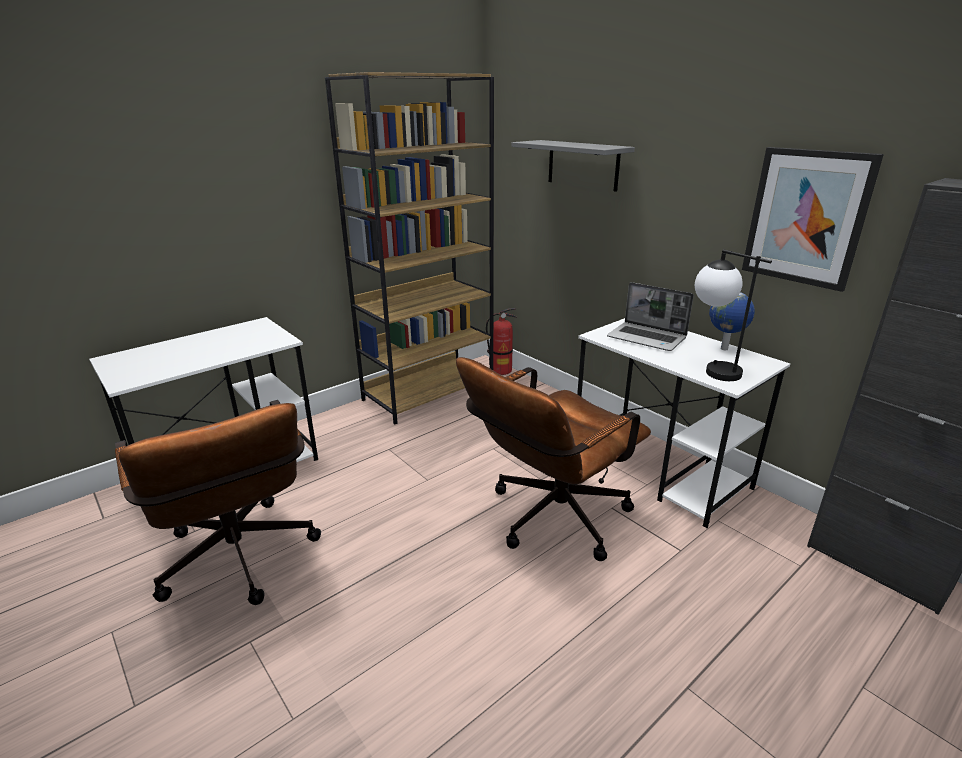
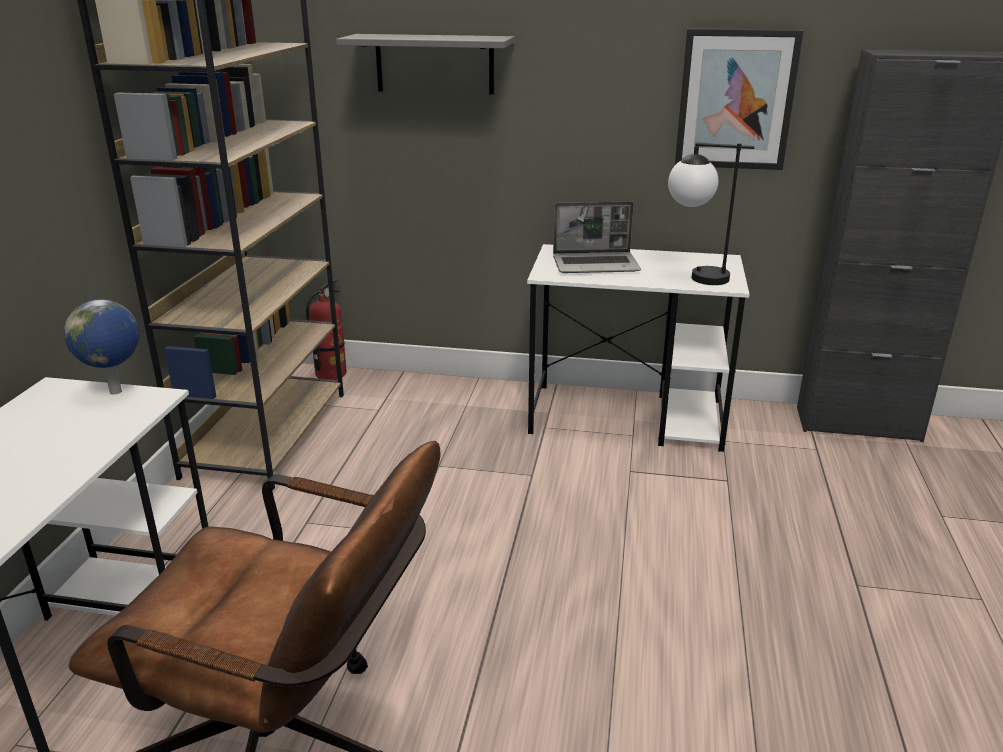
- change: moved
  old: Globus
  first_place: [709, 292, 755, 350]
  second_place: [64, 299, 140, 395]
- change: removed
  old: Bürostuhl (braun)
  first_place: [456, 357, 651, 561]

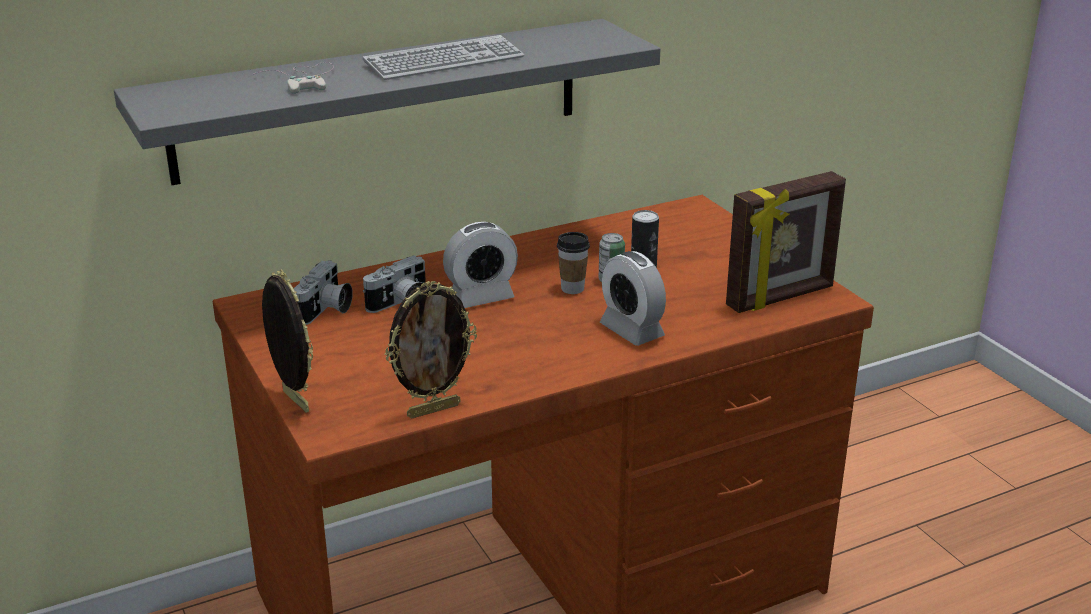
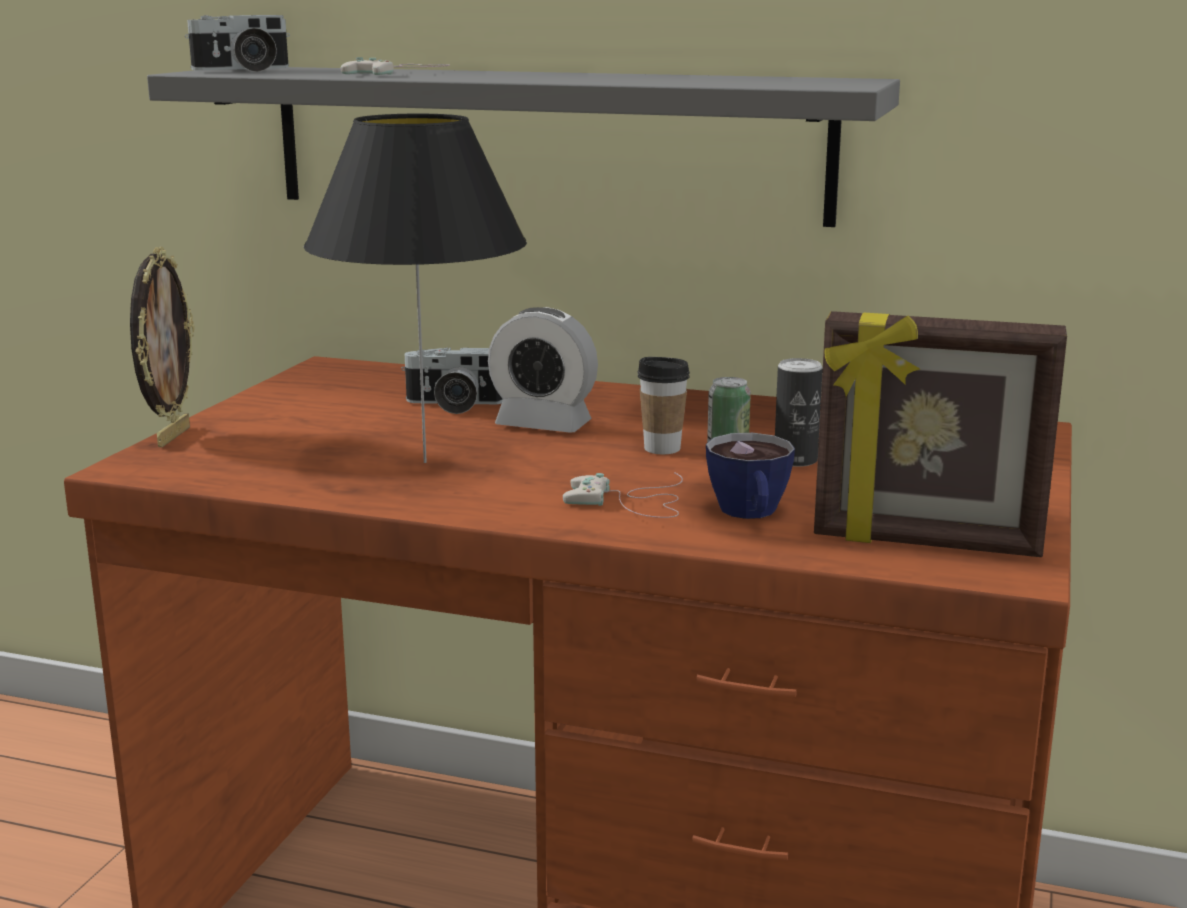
- change: moved
  old: Kamera
  first_place: [294, 260, 353, 325]
  second_place: [185, 15, 290, 72]
- change: added
  new: Tischlampe (schwarz)
  second_place: [304, 114, 527, 463]
- change: replaced
  old: Wecker
  new: Gamepad (weiß)
  first_place: [600, 251, 666, 346]
  second_place: [563, 472, 683, 518]
- change: added
  new: Tasse
  second_place: [706, 433, 795, 519]
- change: removed
  old: Tastatur
  first_place: [363, 35, 524, 80]
- change: removed
  old: Bilderrahmen
  first_place: [385, 281, 477, 419]

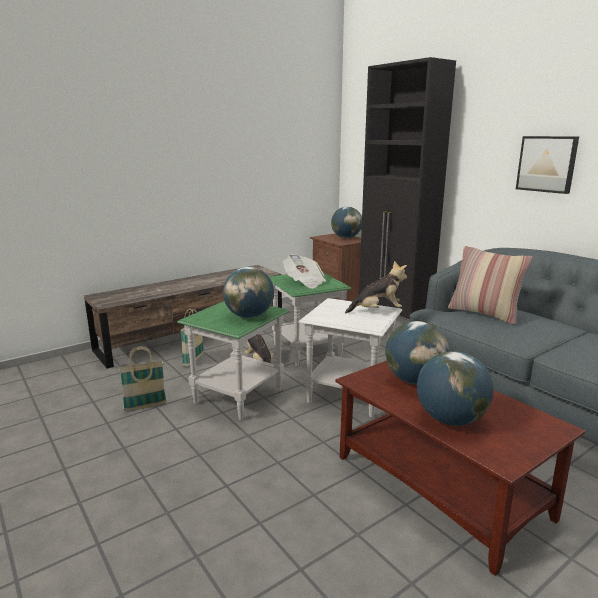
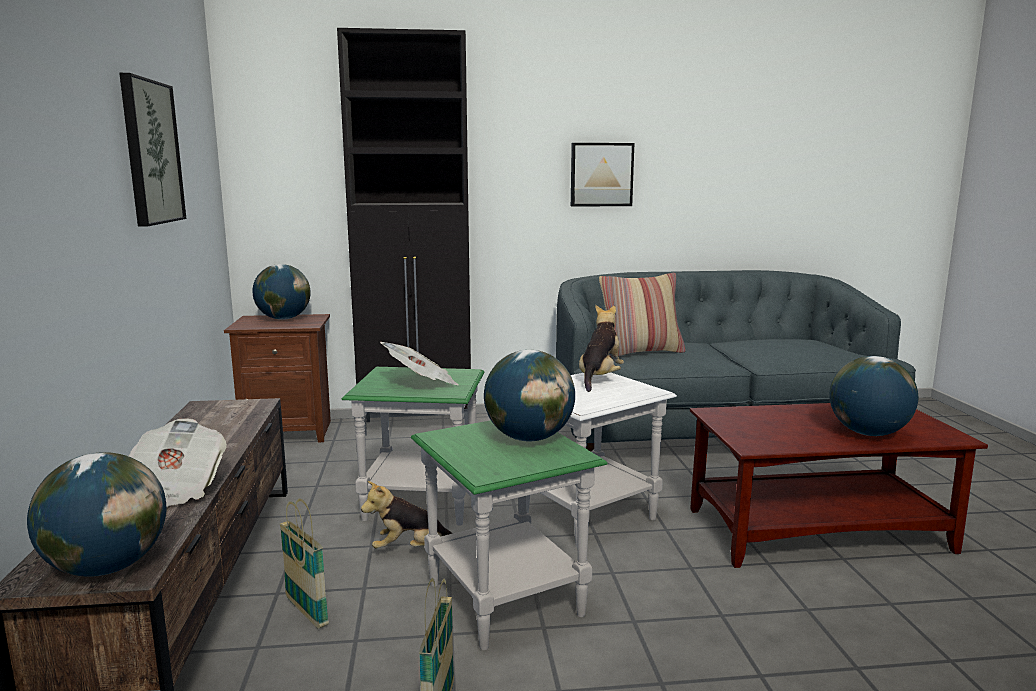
- change: moved
  old: Globus
  first_place: [385, 321, 450, 384]
  second_place: [27, 452, 166, 577]
- change: added
  new: Bild
  second_place: [119, 73, 186, 227]
- change: added
  new: Zeitung
  second_place: [129, 419, 227, 507]

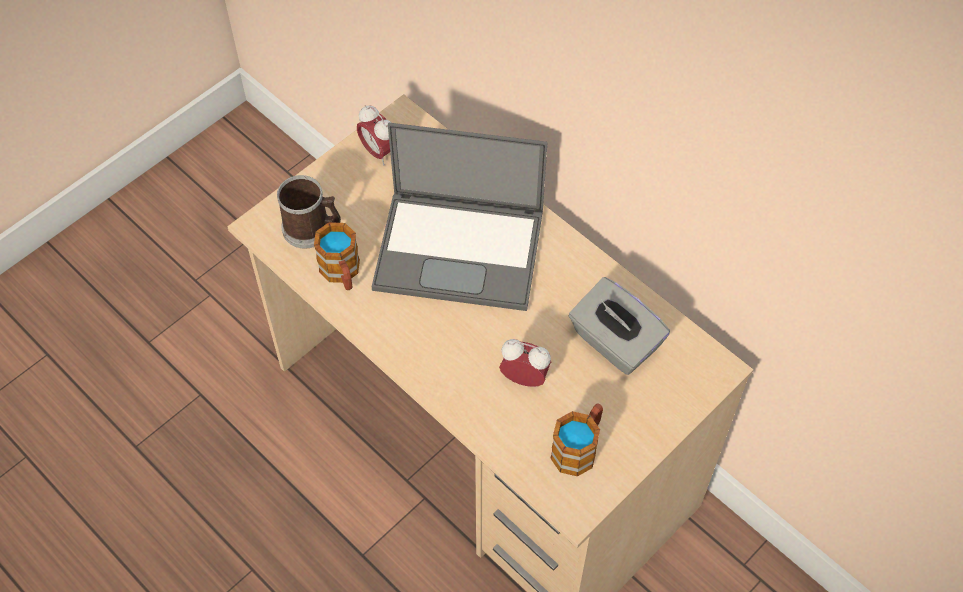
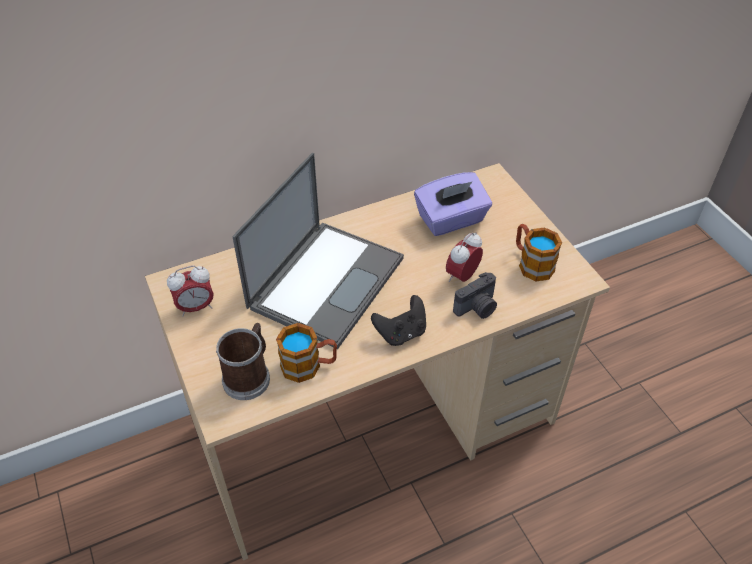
- change: added
  new: Gamepad (schwarz)
  second_place: [371, 295, 426, 346]
- change: recoloured
  old: Taschentuchbox (grau)
  new: Taschentuchbox (lila)
  first_place: [569, 277, 670, 375]
  second_place: [414, 172, 492, 236]
- change: added
  new: Kamera
  second_place: [453, 272, 497, 319]

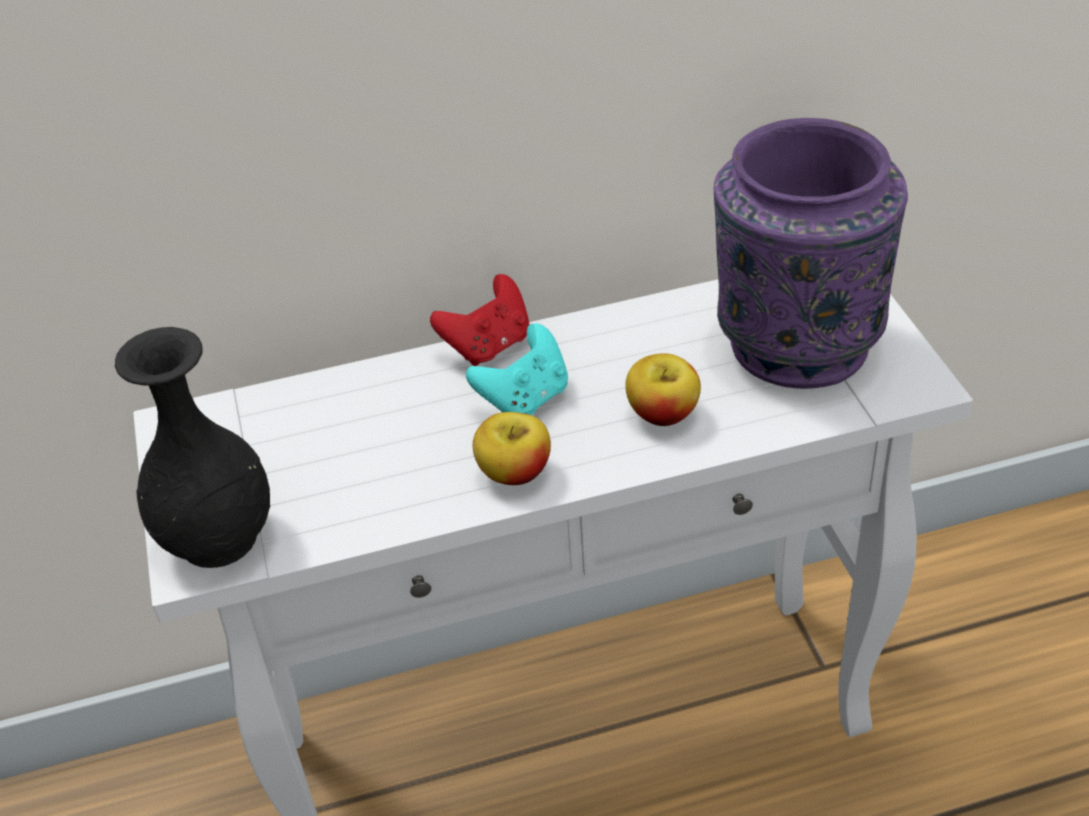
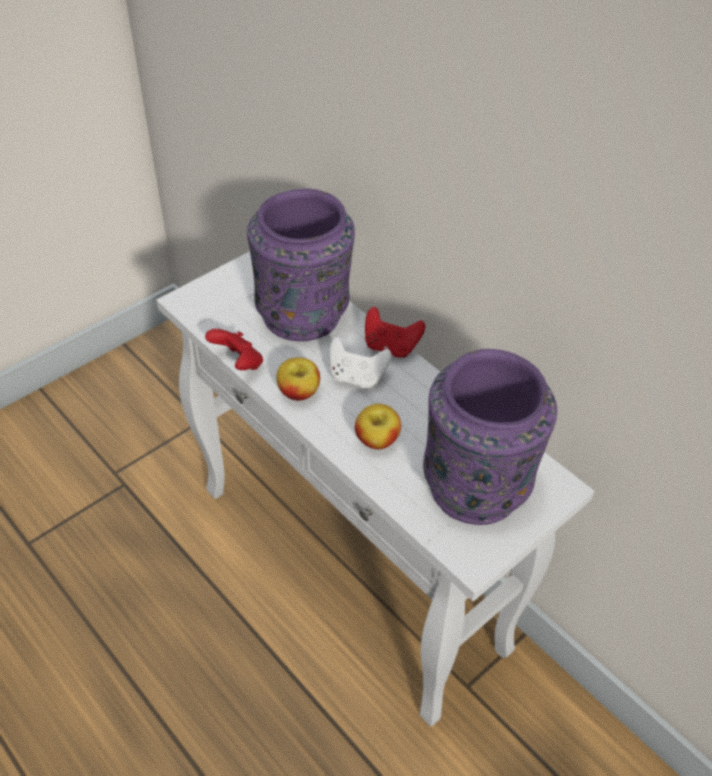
- change: added
  new: Gamepad (rot)
  second_place: [205, 329, 263, 370]
- change: added
  new: Vase (lila)
  second_place: [247, 188, 355, 341]
- change: recoloured
  old: Gamepad (türkis)
  new: Gamepad (weiß)
  first_place: [466, 323, 568, 415]
  second_place: [329, 337, 392, 388]
- change: removed
  old: Vase (schwarz)
  first_place: [115, 327, 270, 568]

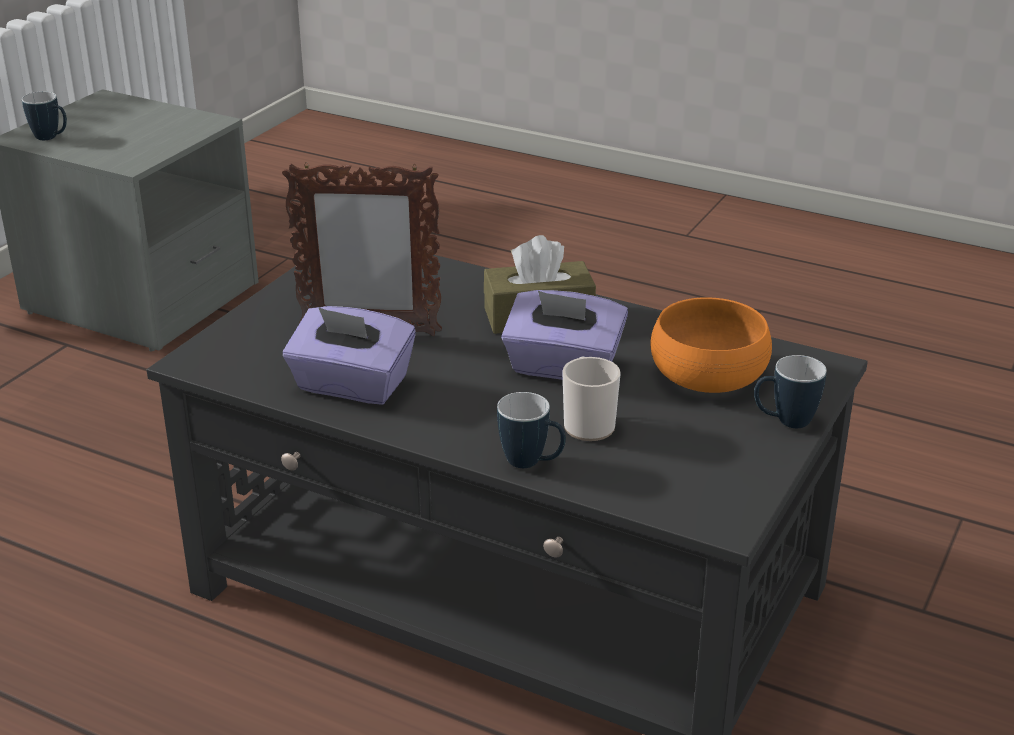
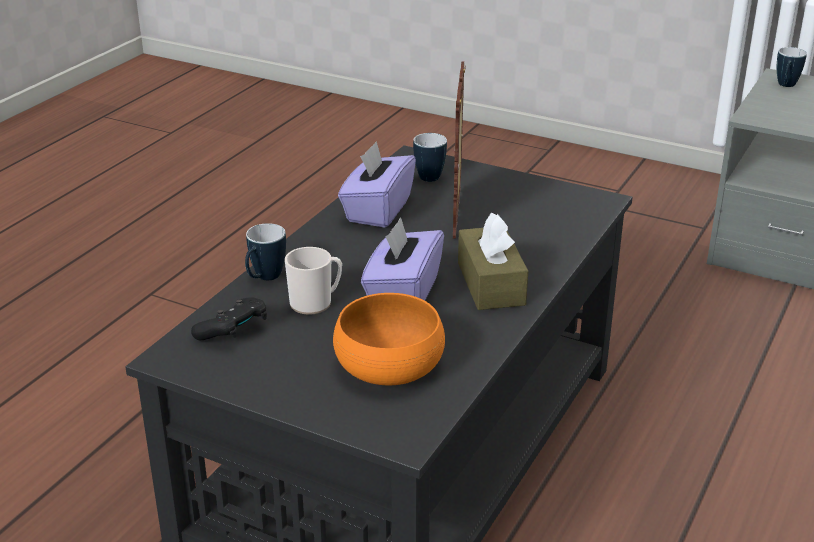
- change: added
  new: Gamepad (schwarz)
  second_place: [191, 297, 267, 340]
- change: moved
  old: Henkelbecher
  first_place: [754, 355, 827, 428]
  second_place: [413, 133, 447, 182]

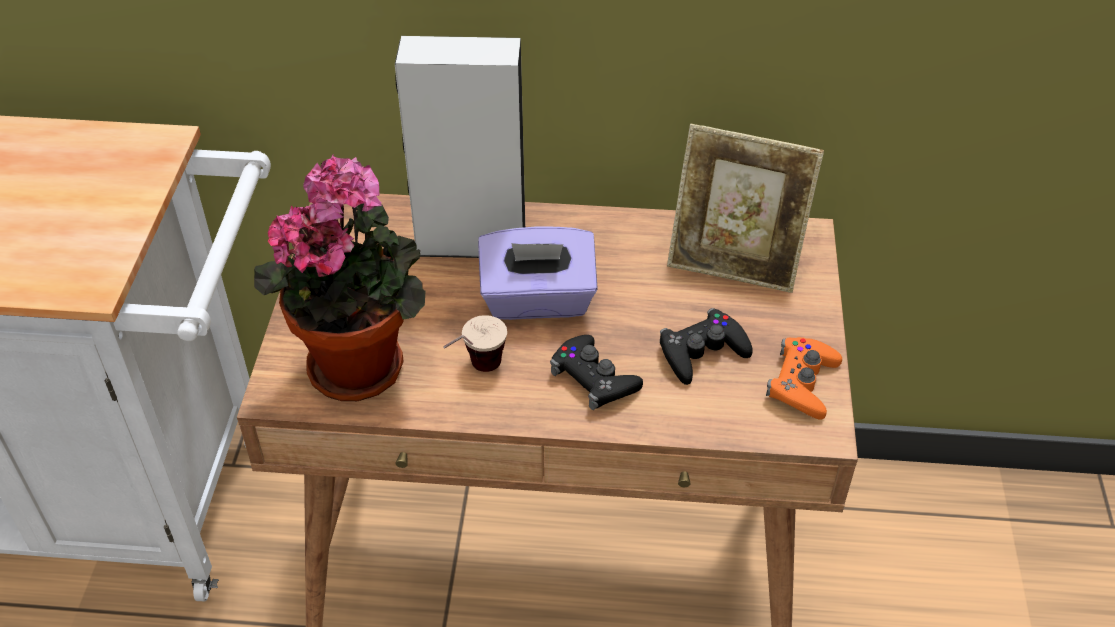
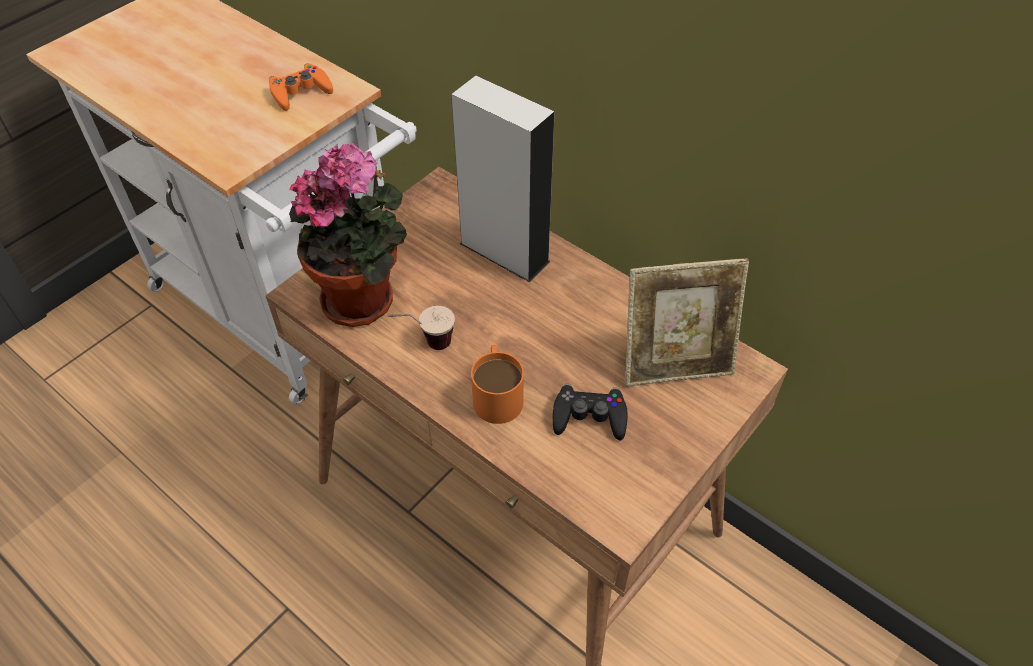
- change: moved
  old: Gamepad (orange)
  first_place: [766, 337, 842, 420]
  second_place: [269, 63, 333, 111]
- change: replaced
  old: Gamepad (schwarz)
  new: Henkelbecher (orange)
  first_place: [550, 335, 643, 410]
  second_place: [471, 345, 524, 424]
- change: turned
  old: Bilderrahmen
  first_place: [667, 124, 824, 293]
  second_place: [625, 258, 749, 386]
  degrees: -60
- change: removed
  old: Taschentuchbox (lila)
  first_place: [478, 226, 598, 320]

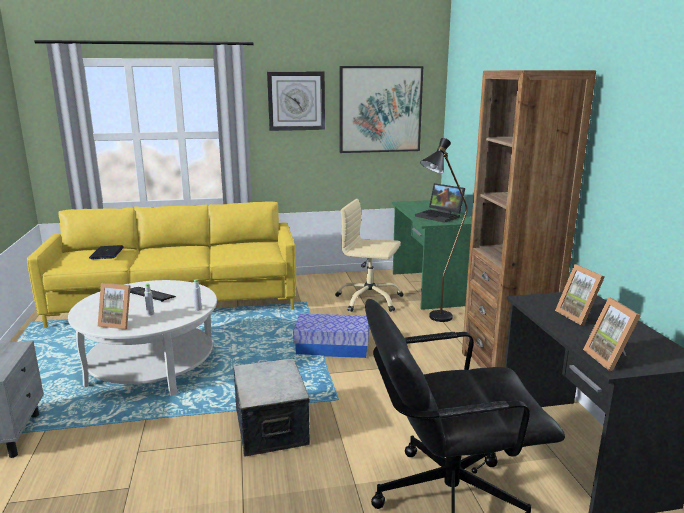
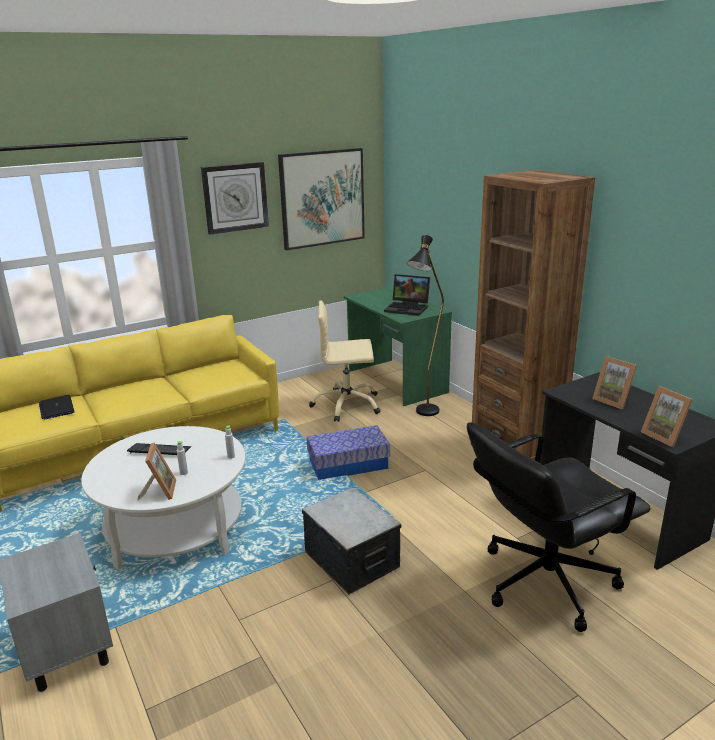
- change: turned
  old: Bilderrahmen
  first_place: [98, 283, 131, 330]
  second_place: [137, 443, 176, 500]
  degrees: -90

